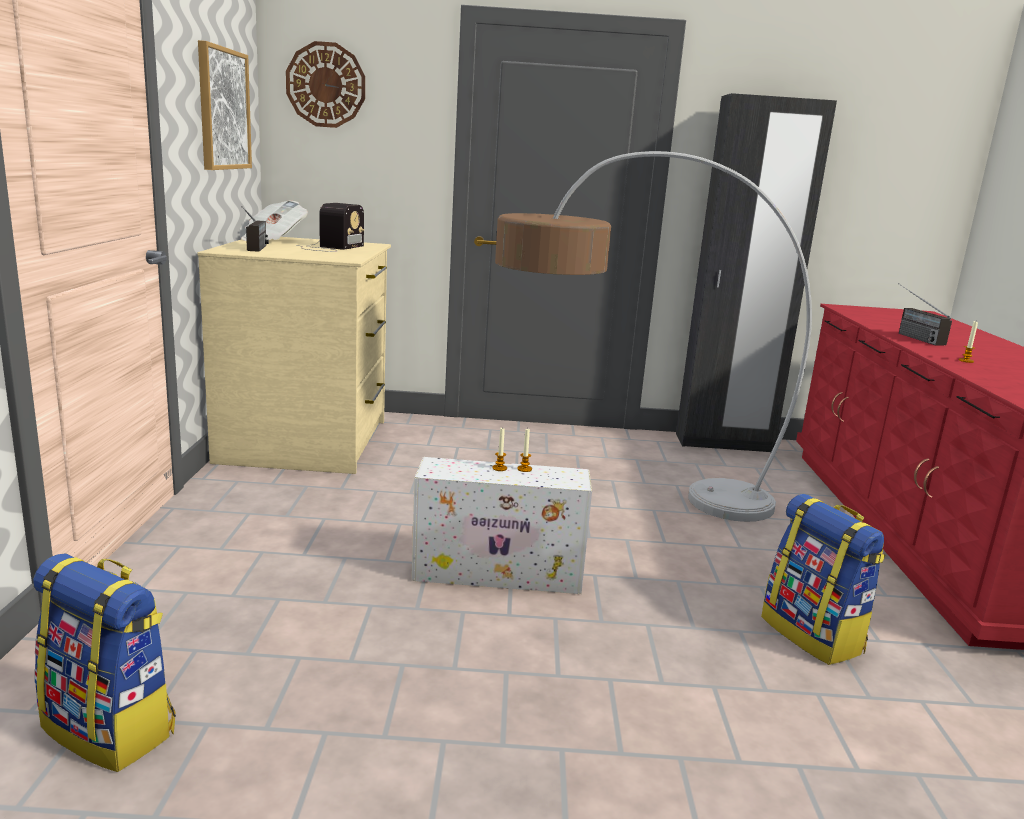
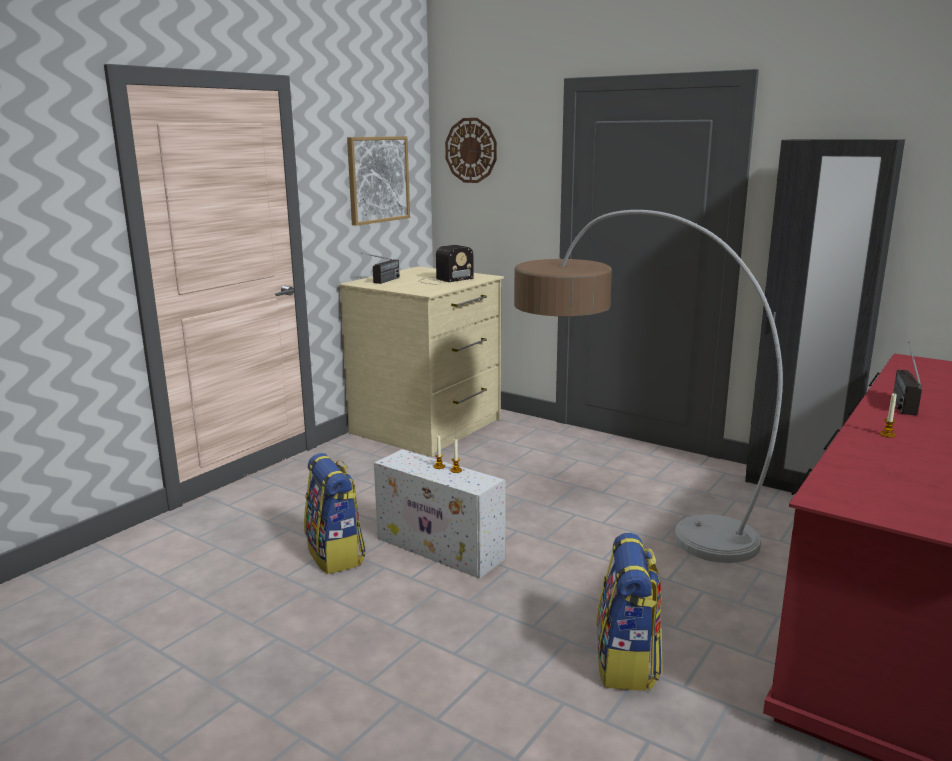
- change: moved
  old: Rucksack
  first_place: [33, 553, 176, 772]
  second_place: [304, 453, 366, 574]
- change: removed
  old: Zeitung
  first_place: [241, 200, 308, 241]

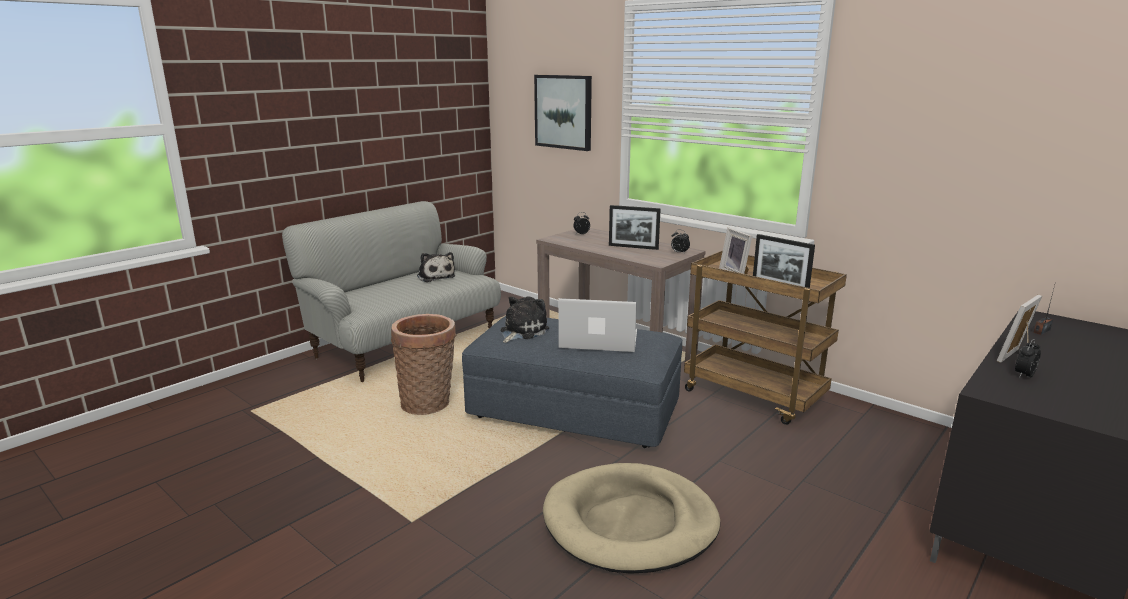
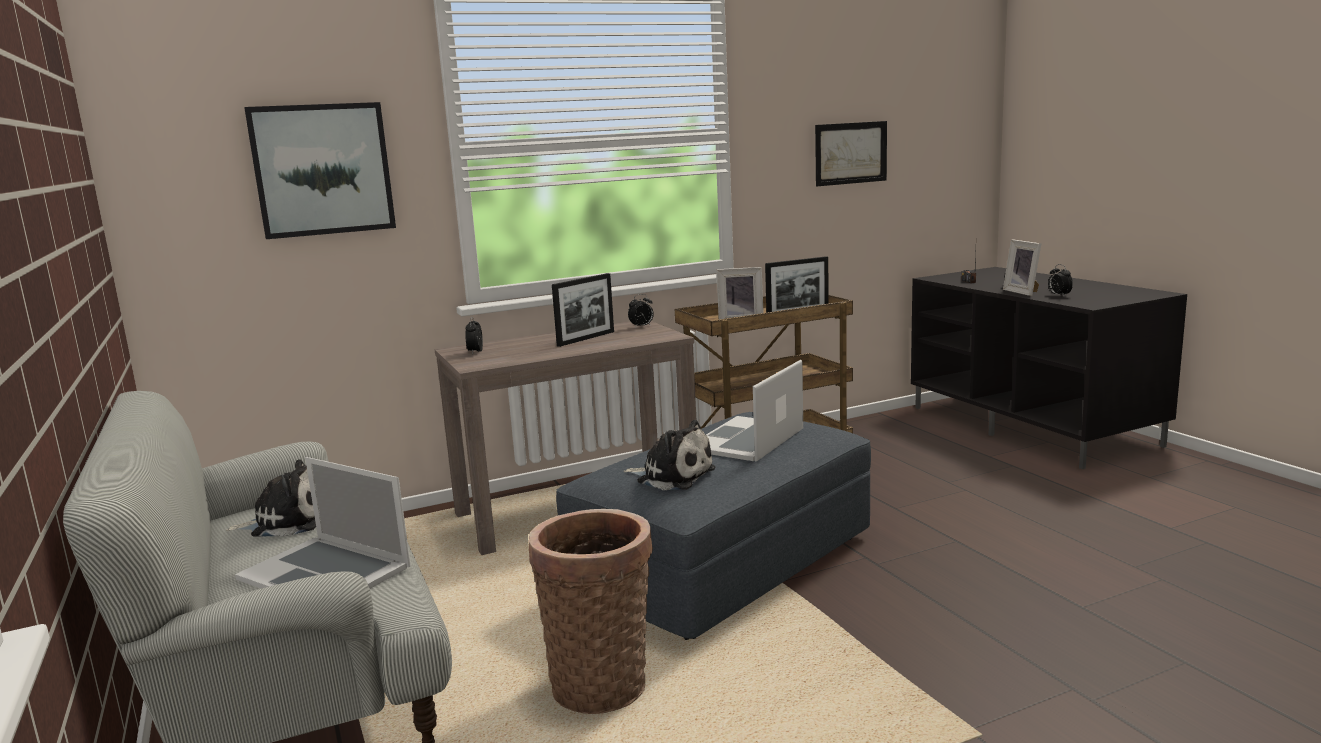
- change: added
  new: Laptop
  second_place: [235, 457, 411, 589]
- change: turned
  old: Plüschtier
  first_place: [500, 296, 549, 343]
  second_place: [624, 420, 715, 490]
  degrees: 150
- change: added
  new: Bild
  second_place: [815, 121, 887, 186]
- change: removed
  old: Hundebett (beige)
  first_place: [543, 463, 720, 574]

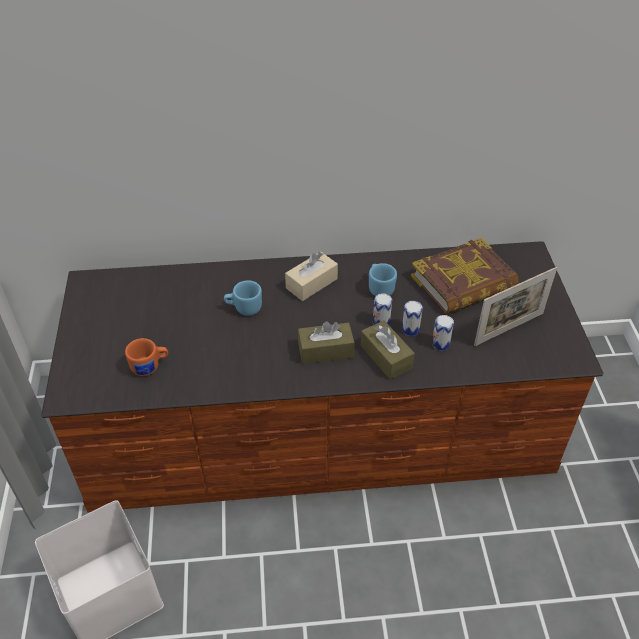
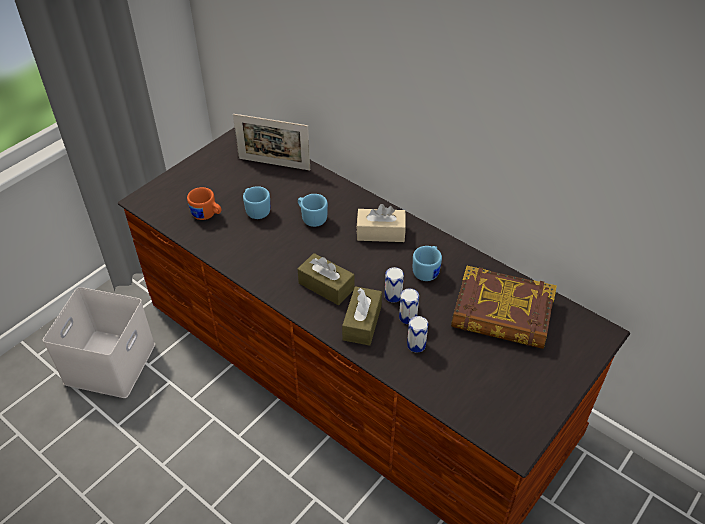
- change: moved
  old: Bilderrahmen
  first_place: [474, 267, 557, 346]
  second_place: [233, 114, 310, 171]
- change: added
  new: Henkelbecher (blau)
  second_place: [243, 186, 270, 219]

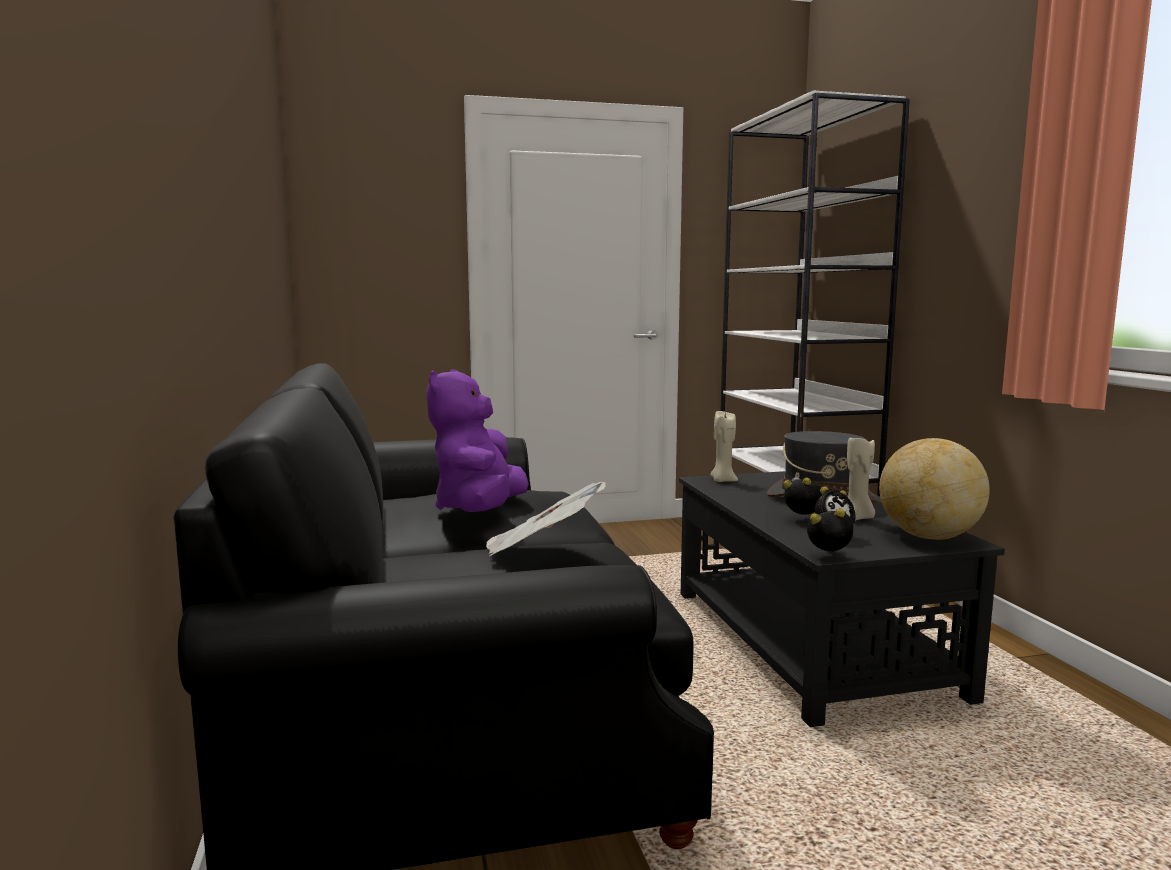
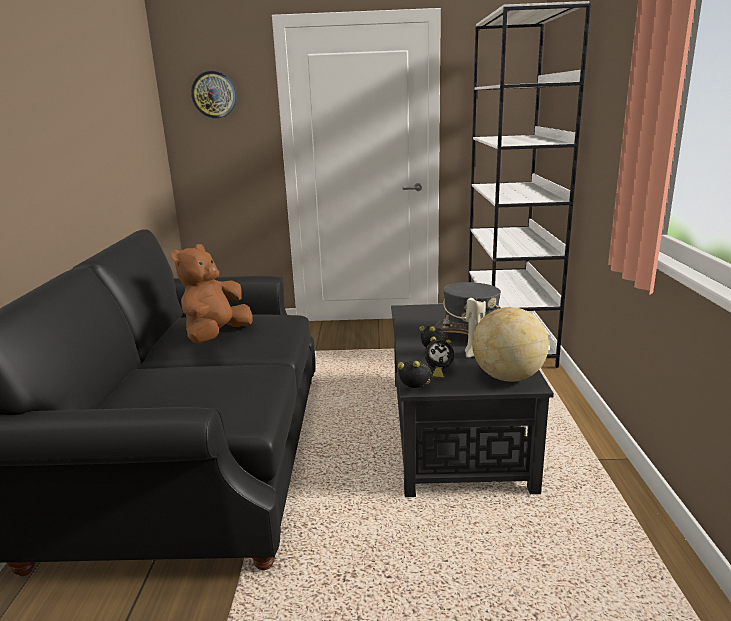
- change: recoloured
  old: Plüschtier (lila)
  new: Plüschtier (braun)
  first_place: [426, 369, 529, 512]
  second_place: [171, 244, 252, 343]
- change: added
  new: Wanduhr
  second_place: [191, 71, 237, 118]
- change: removed
  old: Zeitung
  first_place: [486, 482, 606, 556]
- change: removed
  old: Kerze (beige)
  first_place: [710, 411, 738, 482]

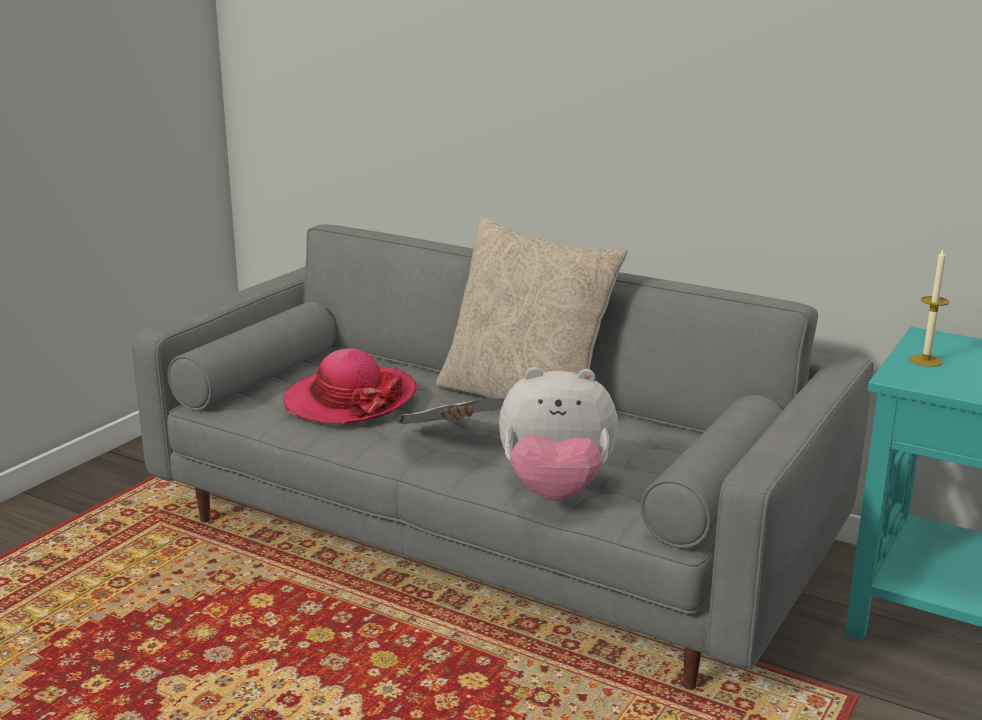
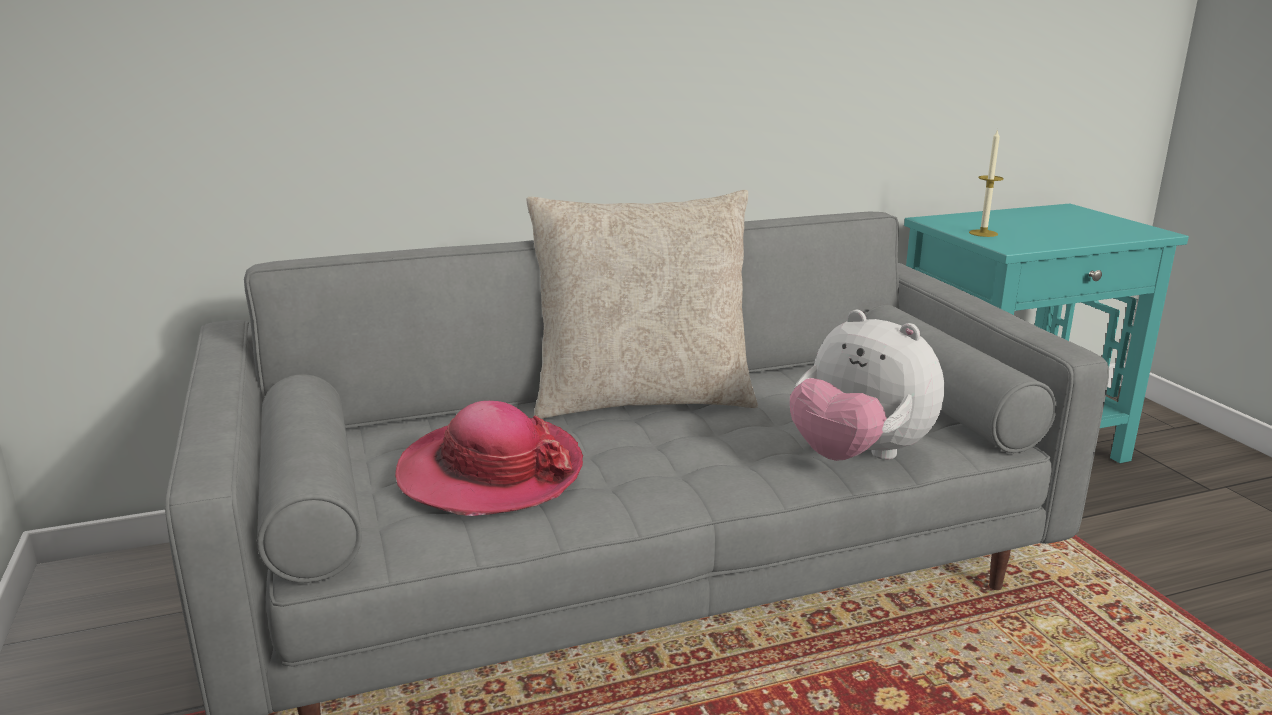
- change: turned
  old: Plüschtier
  first_place: [499, 367, 618, 501]
  second_place: [790, 310, 944, 461]
  degrees: 90
- change: removed
  old: Zeitung
  first_place: [397, 398, 505, 424]

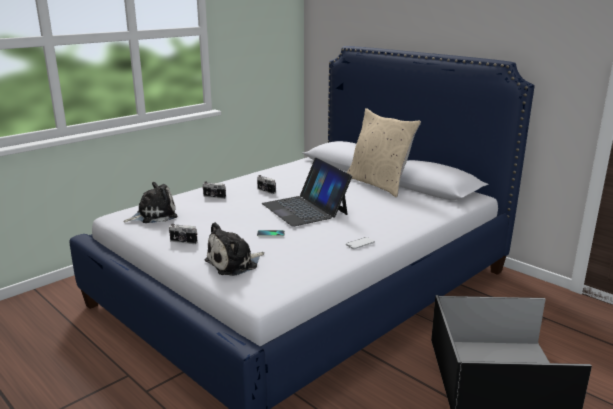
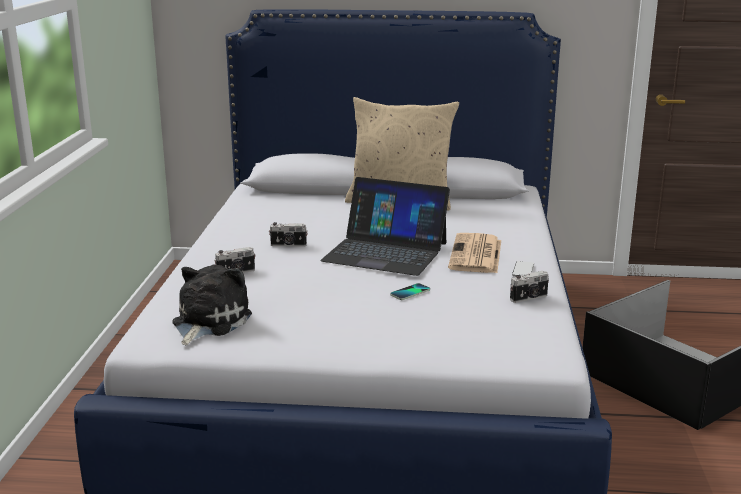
- change: added
  new: Zeitung
  second_place: [448, 233, 501, 273]
- change: moved
  old: Kamera
  first_place: [169, 223, 198, 244]
  second_place: [510, 271, 549, 303]
- change: removed
  old: Plüschtier
  first_place: [204, 222, 264, 276]

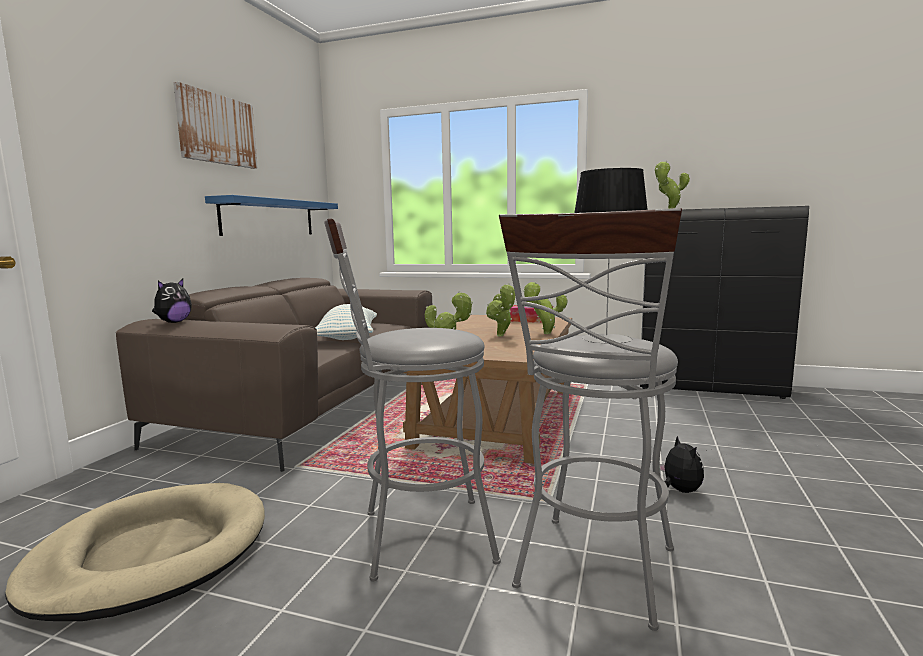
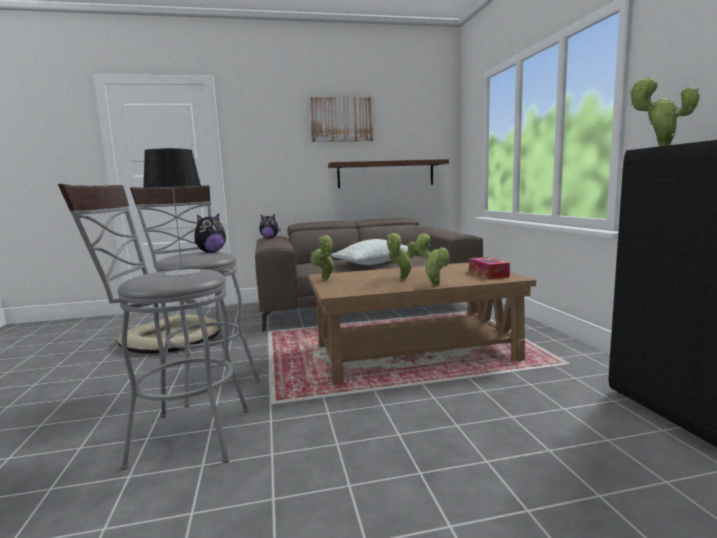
- change: moved
  old: Plüschtier
  first_place: [659, 436, 704, 493]
  second_place: [194, 213, 226, 253]
- change: recoloured
  old: Wandregal (blau)
  new: Wandregal (braun)
  first_place: [205, 195, 338, 236]
  second_place: [328, 159, 449, 188]

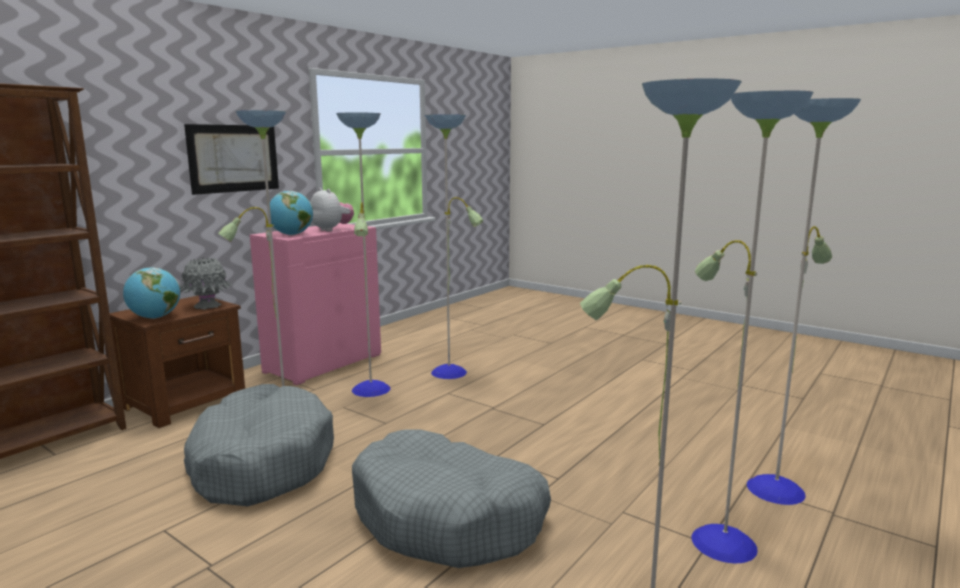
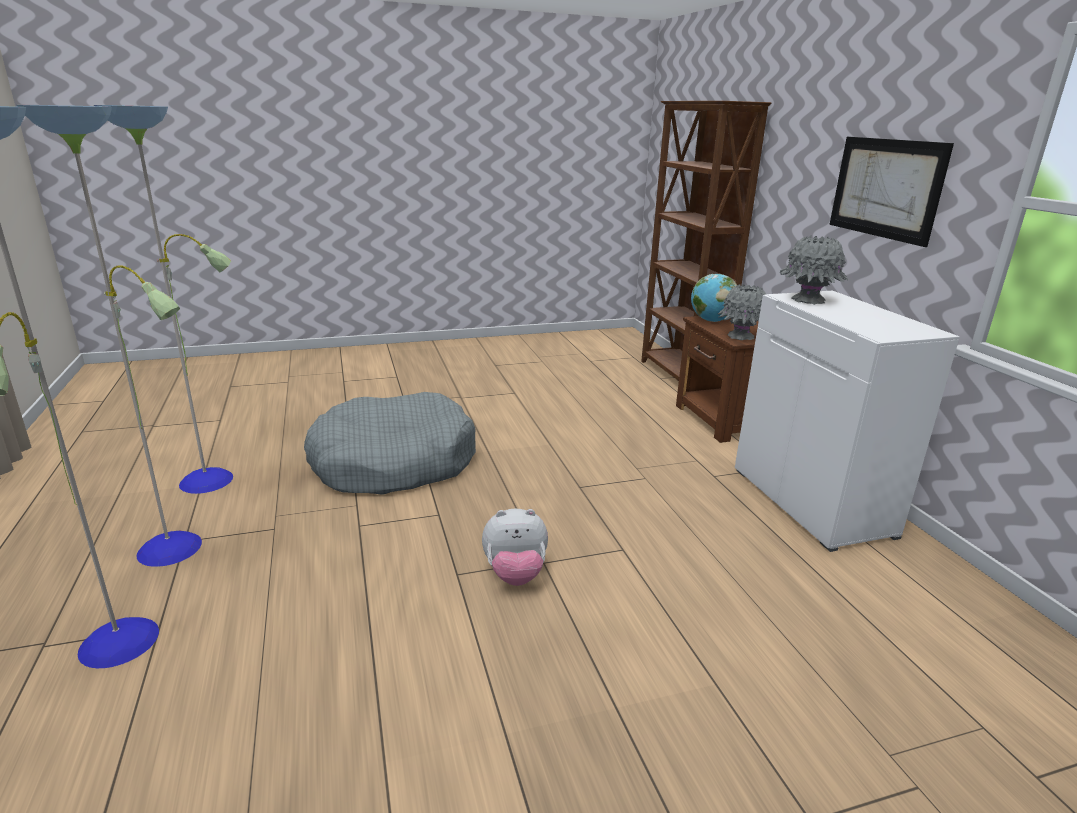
- change: moved
  old: Plüschtier
  first_place: [310, 188, 354, 232]
  second_place: [482, 509, 548, 586]
- change: recoloured
  old: Schrank (rosa)
  new: Schrank (weiß)
  first_place: [250, 223, 381, 385]
  second_place: [735, 291, 960, 552]
- change: replaced
  old: Globus
  new: Vase (grau)
  first_place: [270, 191, 313, 235]
  second_place: [780, 236, 848, 305]
- change: removed
  old: Hundebett (grau)
  first_place: [184, 384, 334, 506]
- change: removed
  old: Stehlampe
  first_place: [218, 110, 483, 397]

